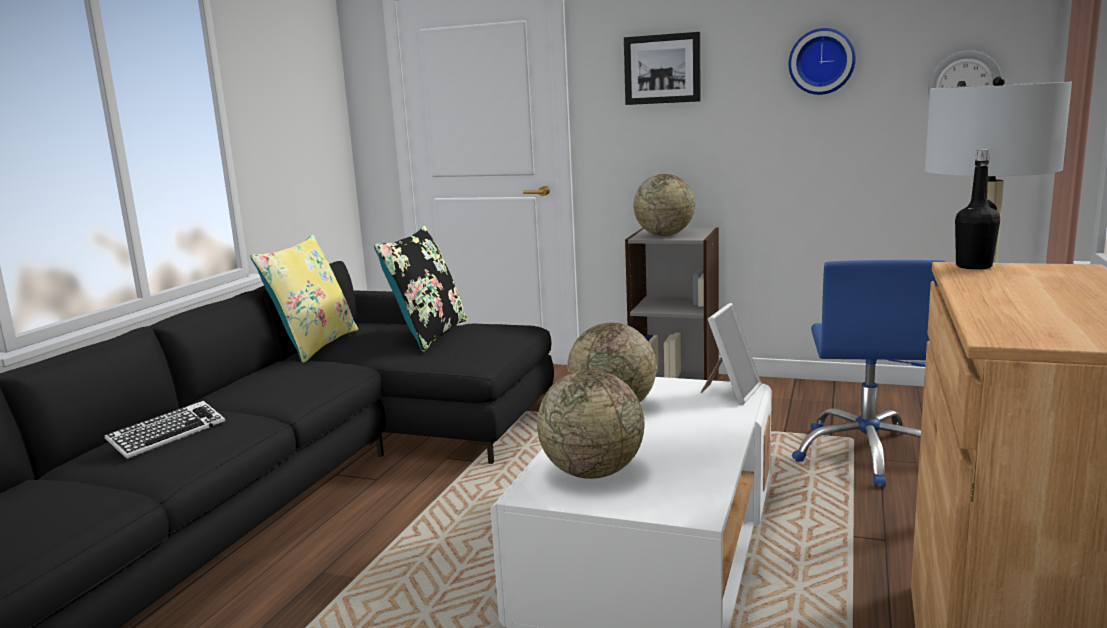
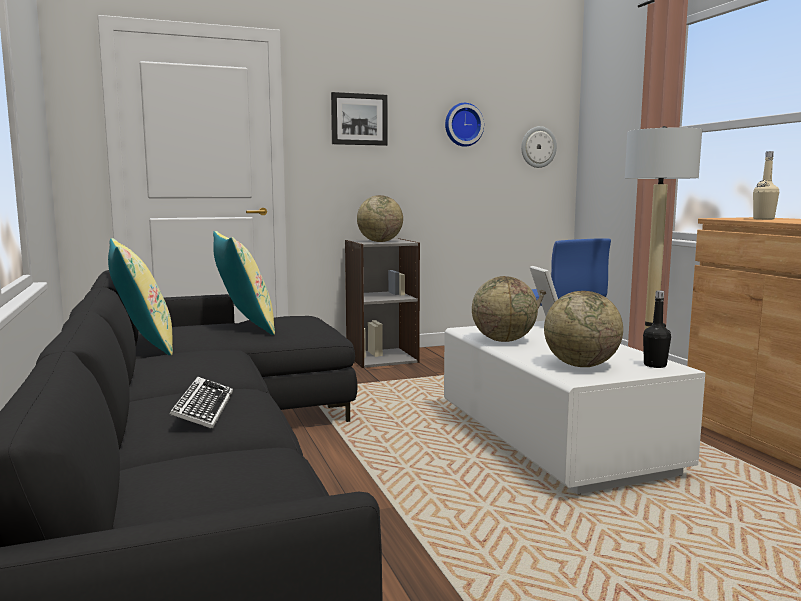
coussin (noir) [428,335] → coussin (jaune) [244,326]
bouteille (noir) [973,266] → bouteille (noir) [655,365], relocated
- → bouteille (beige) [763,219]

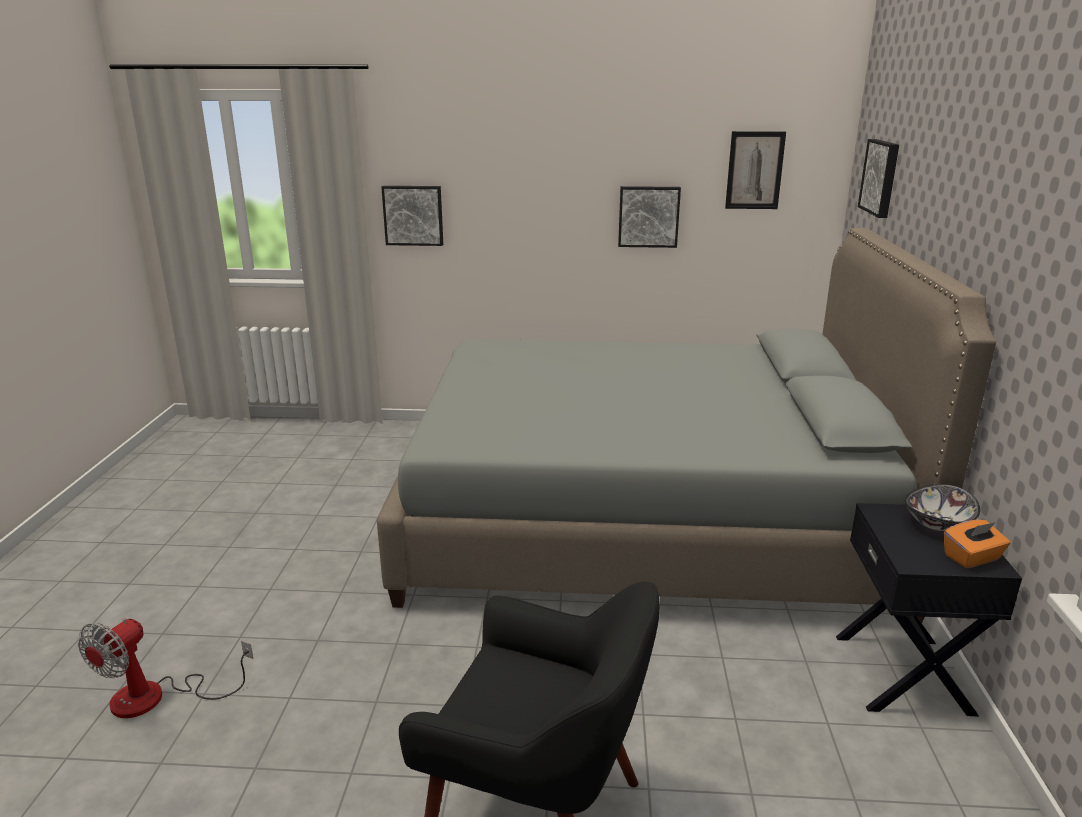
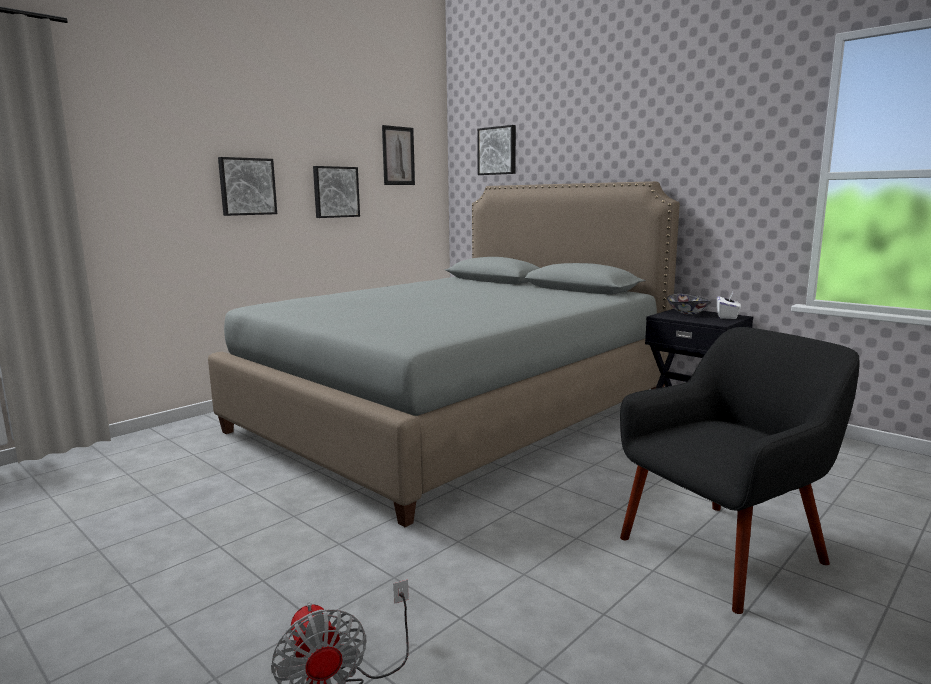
tableau [413,215] → tableau [247,186], relocated
boîte à mouchoirs (orange) [972,558] → boîte à mouchoirs (blanc) [727,316]

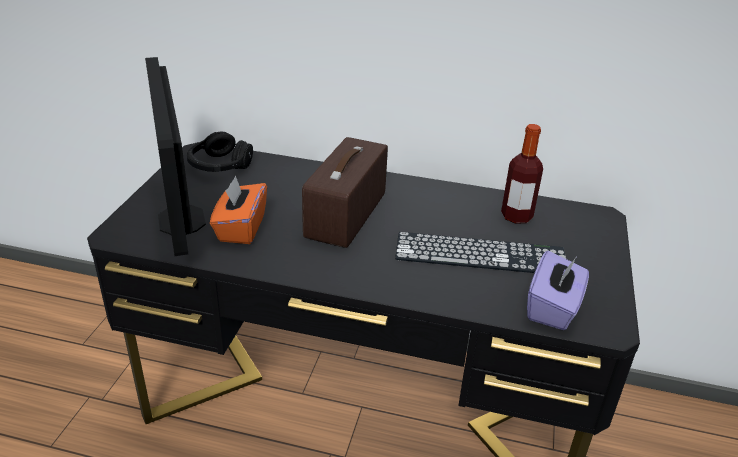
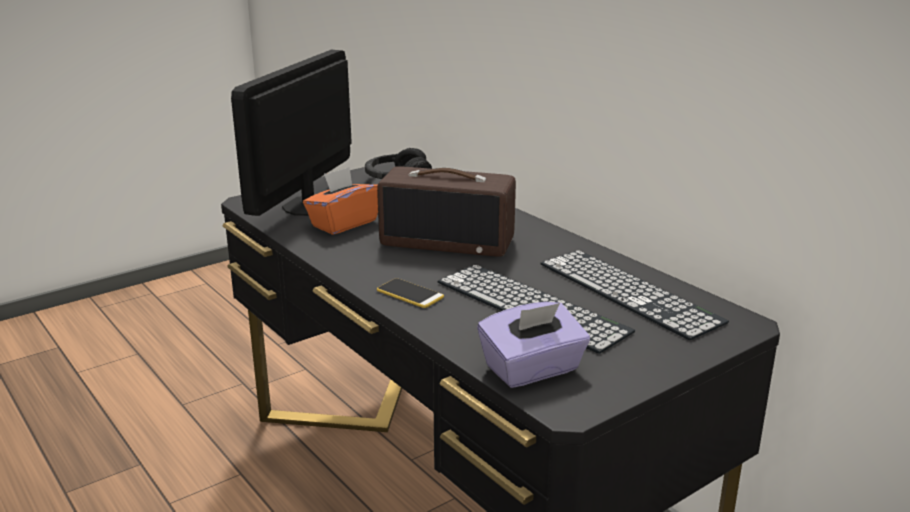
radio [347,216] → radio [448,241], 135 degrees counterclockwise
- → téléphone [410,294]
bouteille [516,216] → clavier [628,292]

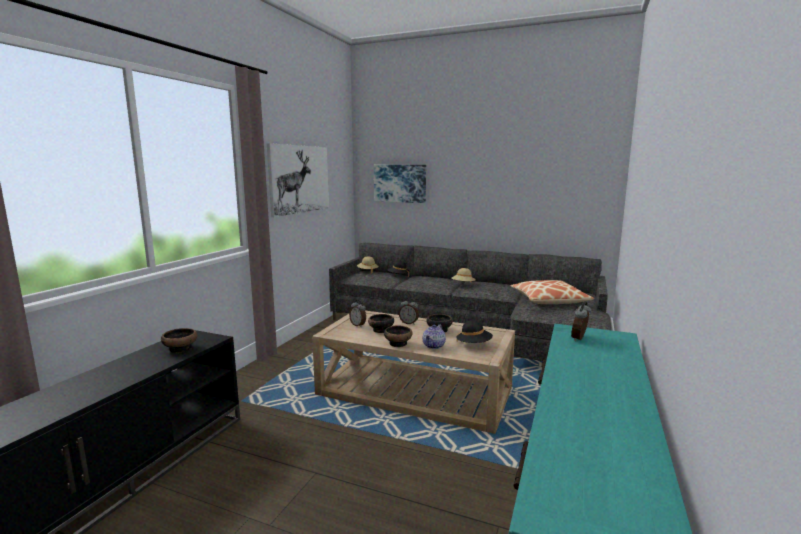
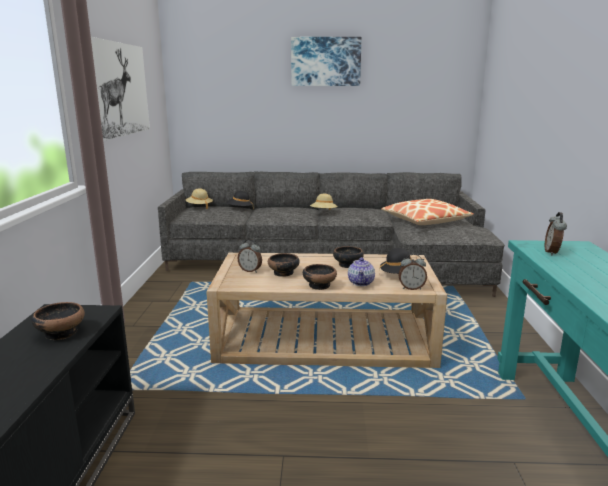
tableau [400,183] → tableau [325,62], relocated
réveil [409,323] → réveil [411,288], relocated

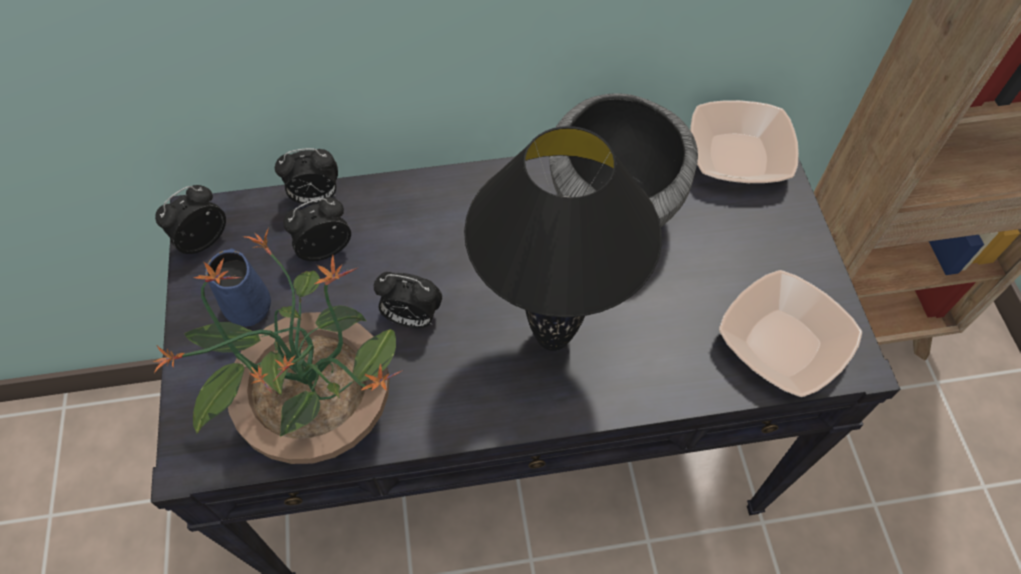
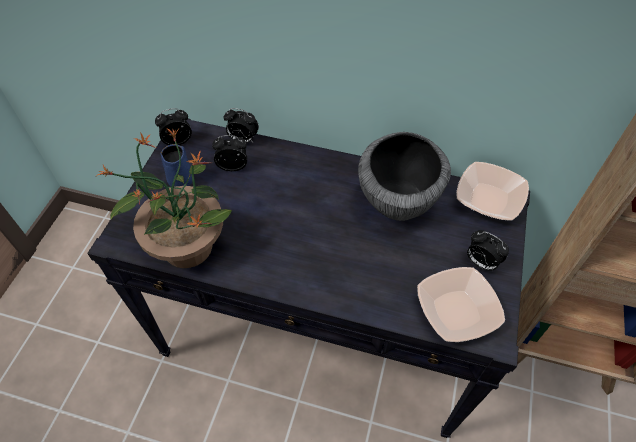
réveil [411,318] → réveil [480,263], relocated
lampe de table (noir) [551,337] → -

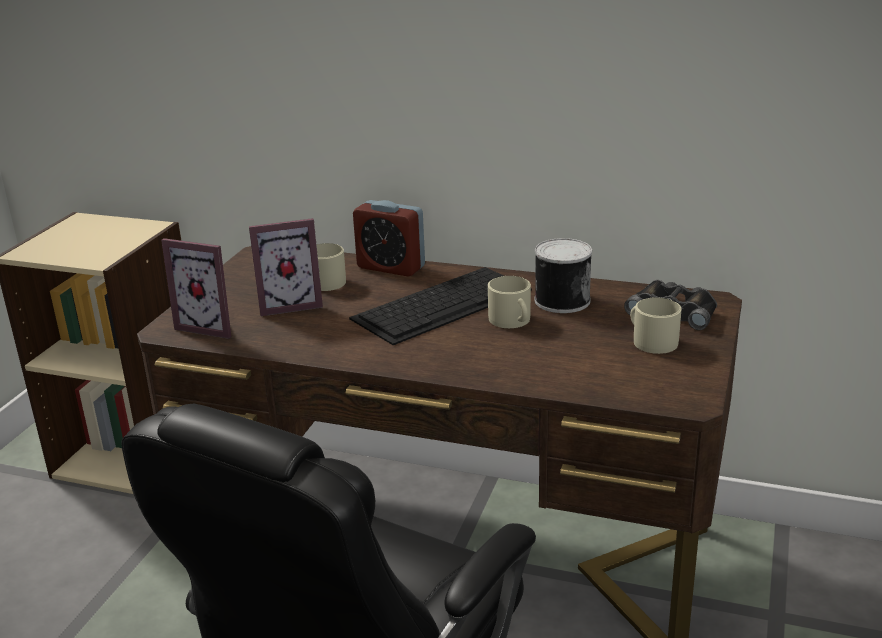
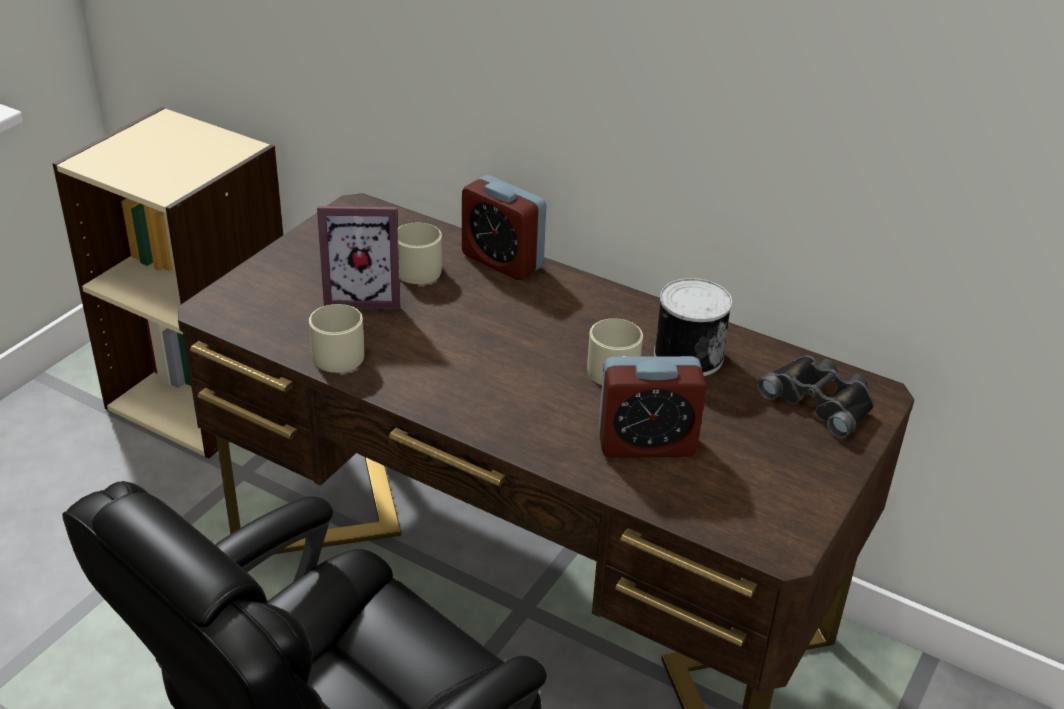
mug (beige) [651,340] → mug (beige) [336,352], relocated
- → réveil [646,443]
cadre photo [211,326] → -
clavier [443,303] → -

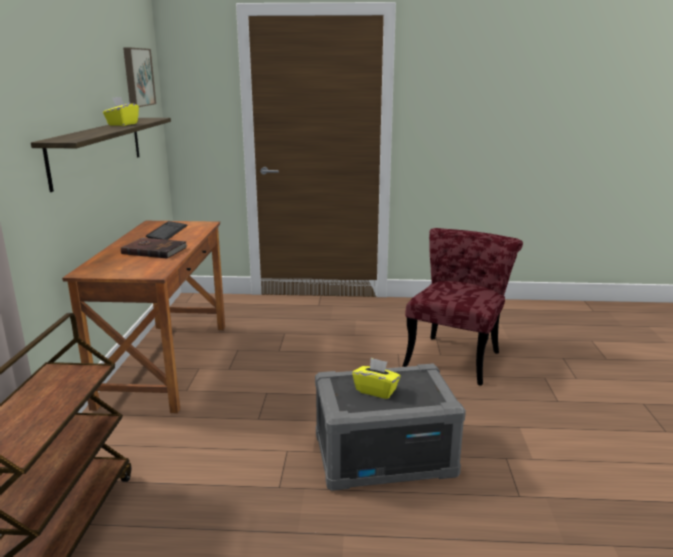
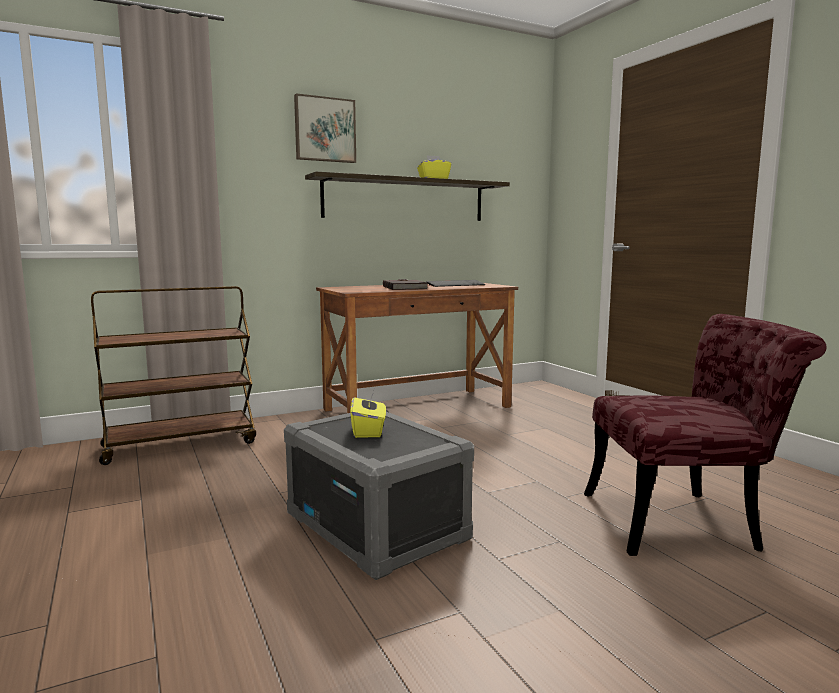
tableau [137,77] → tableau [324,130], relocated

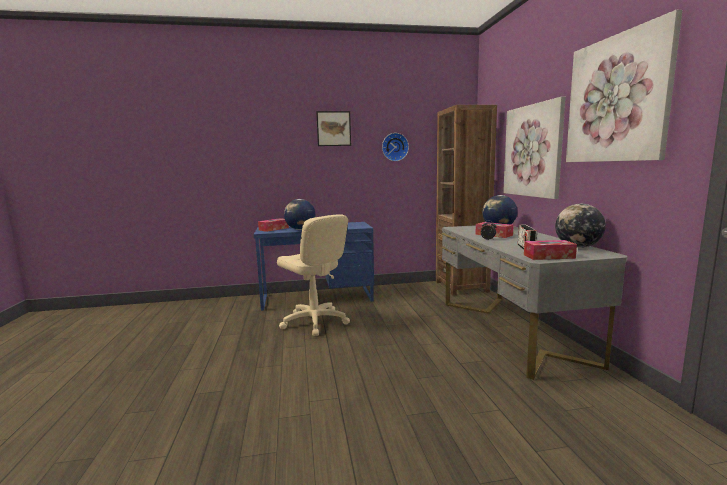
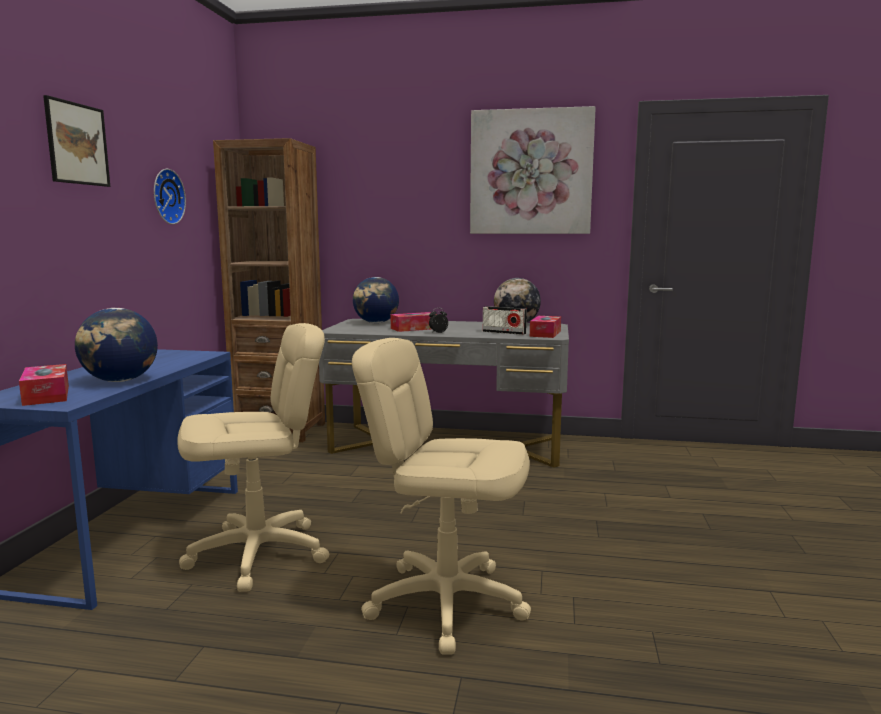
- → chaise de bureau (beige) [446,602]
tableau [532,151] → -

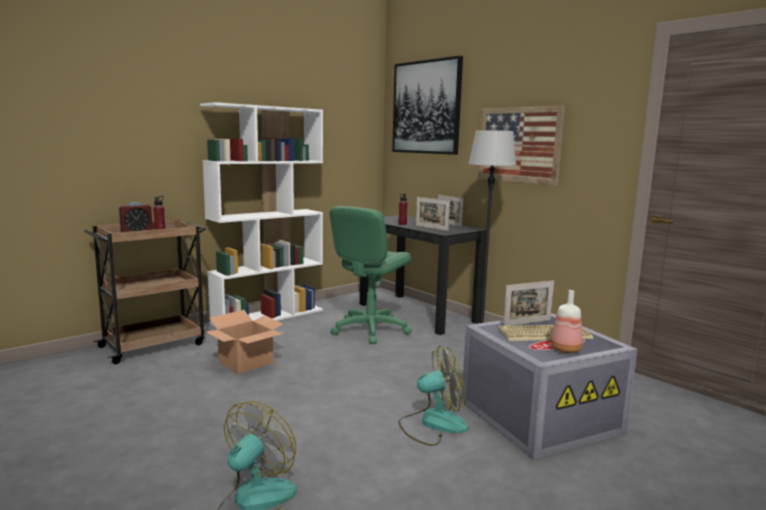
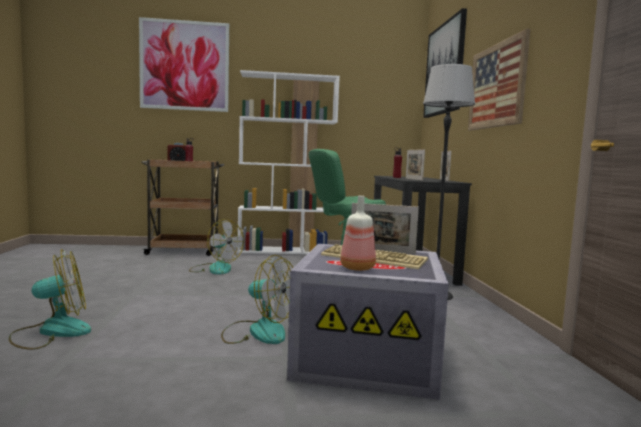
- → tableau [184,66]
carton [246,362] → ventilateur [215,268]

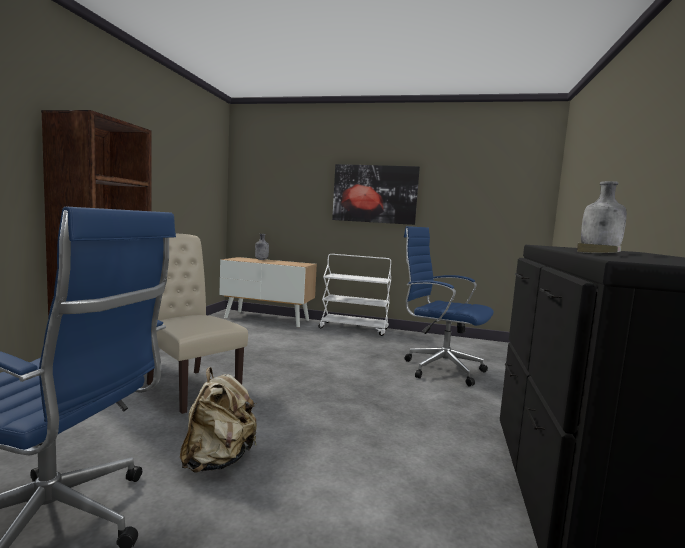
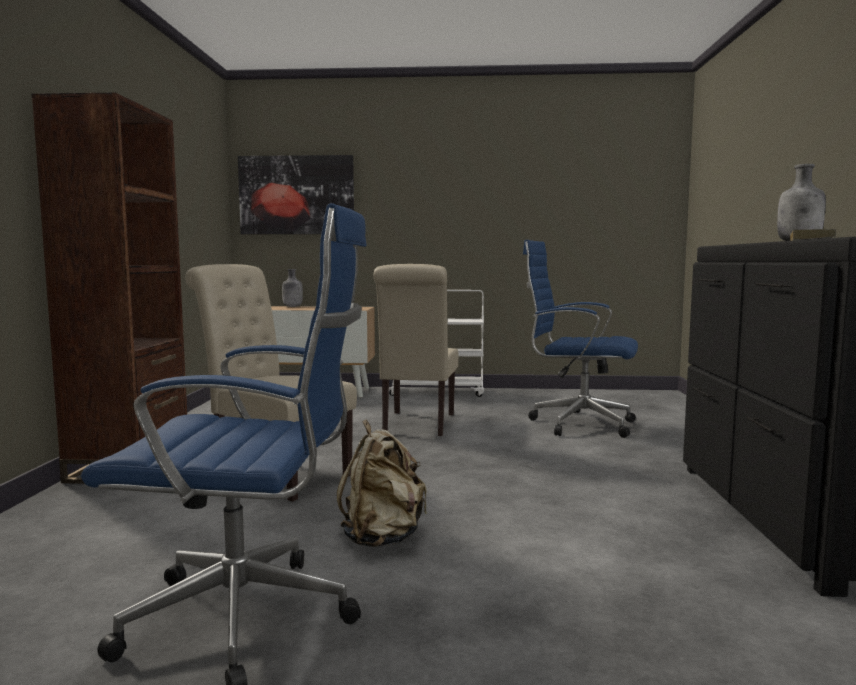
tableau [375,194] → tableau [296,195], relocated
- → chaise (beige) [417,425]

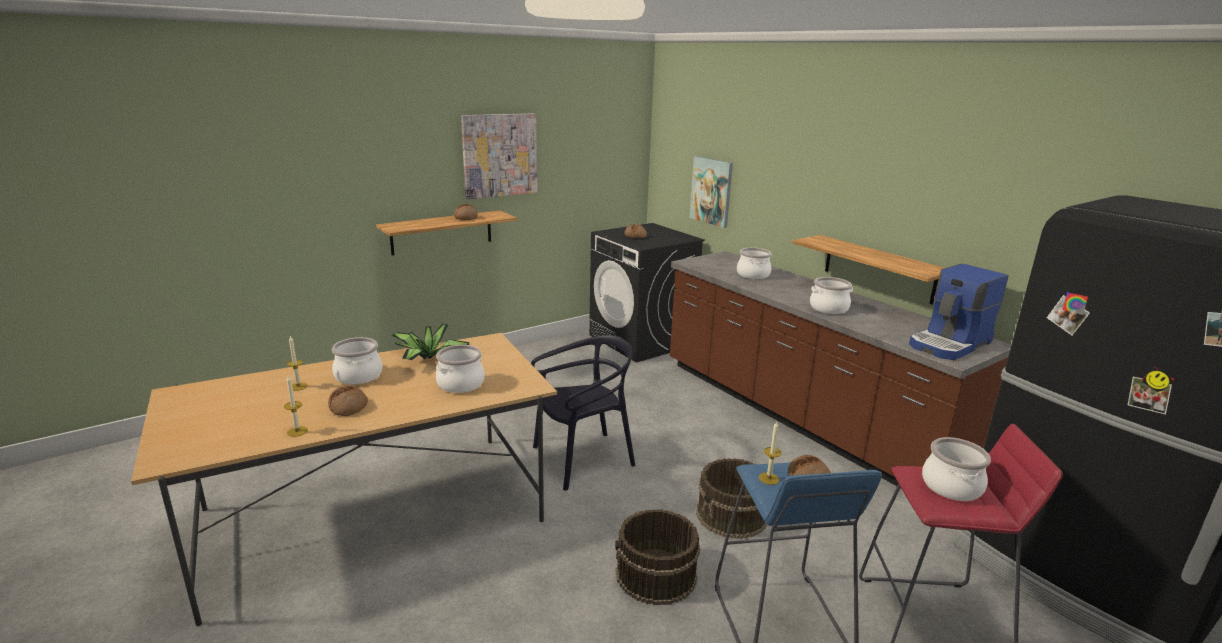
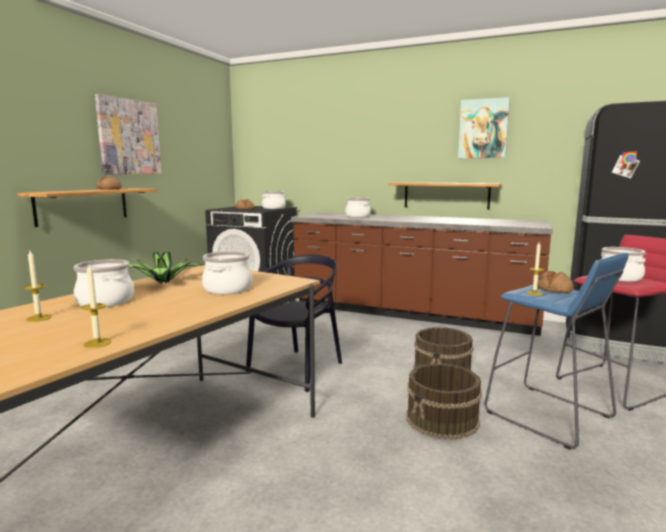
marmite [828,308] → marmite [273,208], relocated
tableau [711,191] → tableau [483,129], relocated
pain [348,407] → -
machine à café [950,344] → -

